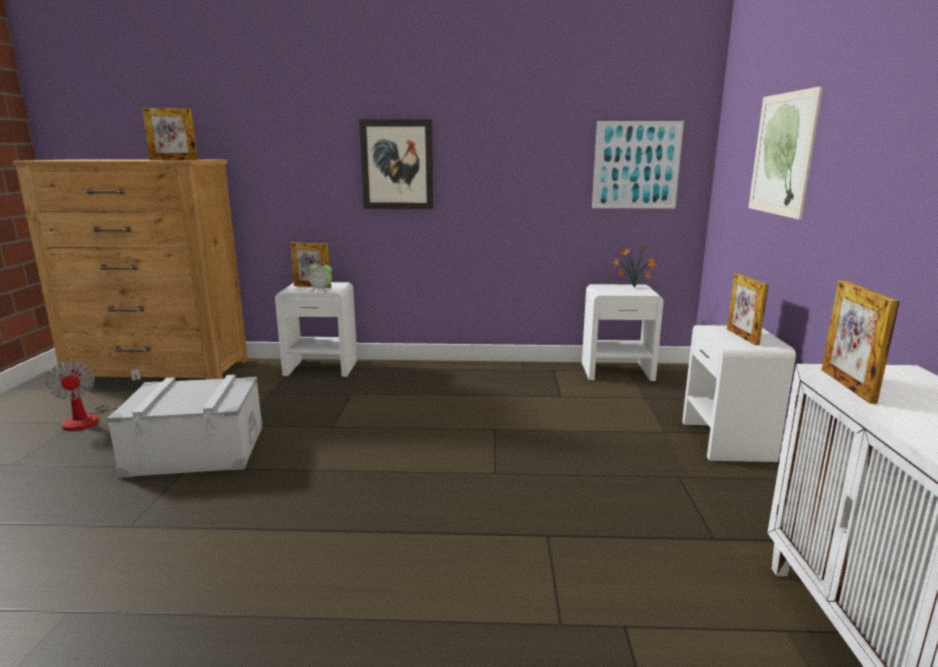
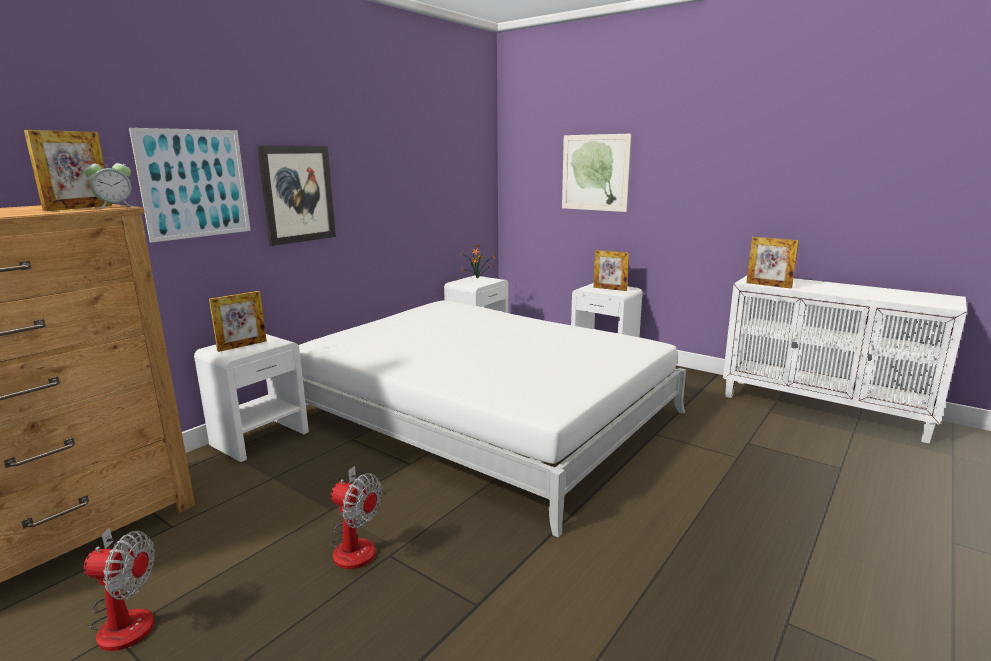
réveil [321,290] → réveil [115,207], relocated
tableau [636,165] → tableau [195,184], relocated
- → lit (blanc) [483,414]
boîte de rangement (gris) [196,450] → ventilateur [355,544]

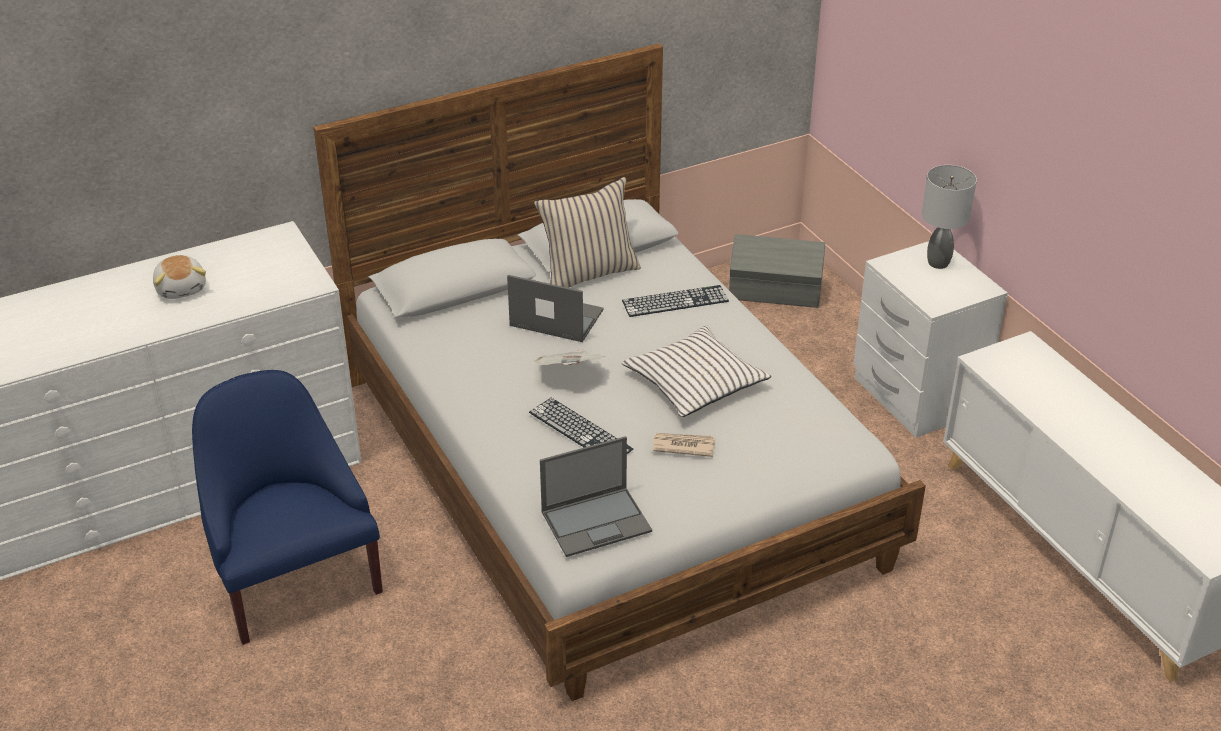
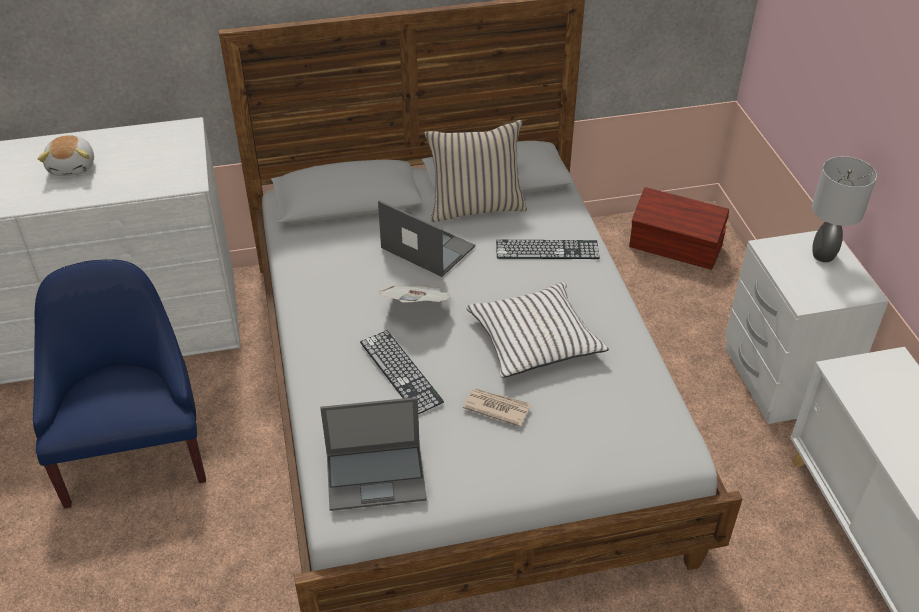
boîte de rangement (gris) [775,292] → boîte de rangement (marron) [675,248]

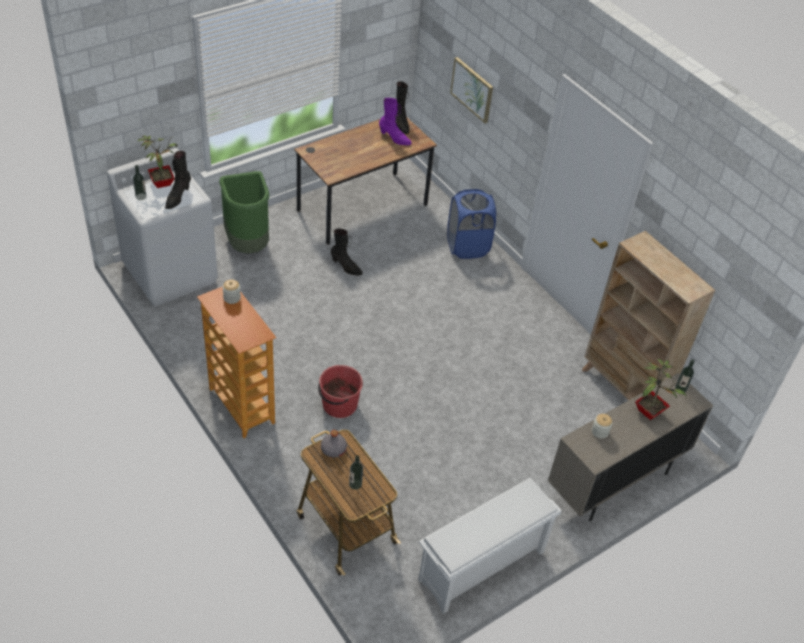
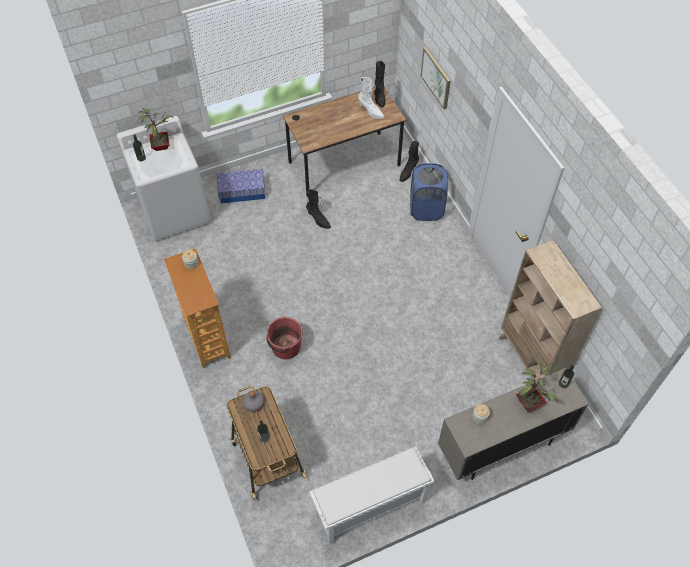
poubelle (vert) [248,245] → boîte de rangement [242,192]
botte (violet) [394,138] → botte (blanc) [370,111]
botte (noir) [177,197] → botte (noir) [408,172], relocated

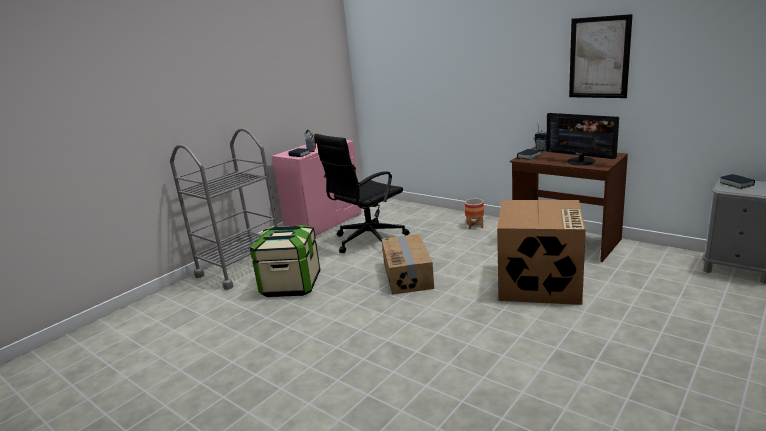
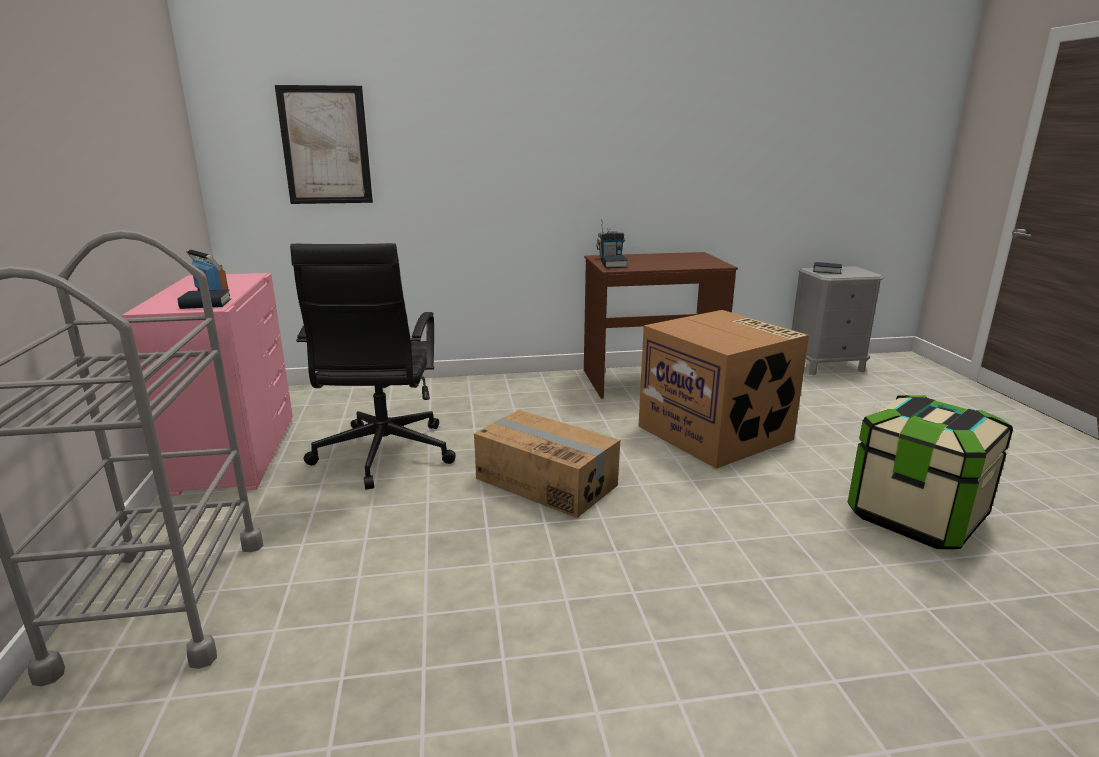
tableau [599,57] → tableau [325,146], relocated
boîte de rangement [291,285] → boîte de rangement [915,516], relocated
cache-pot [474,225] → -
écran d'ordinateur [581,161] → -

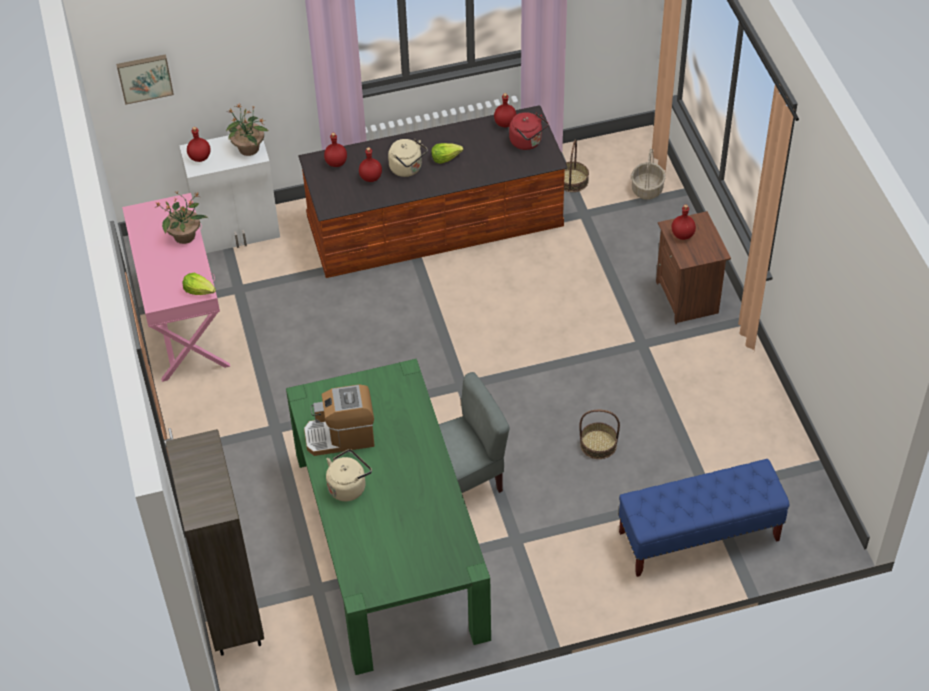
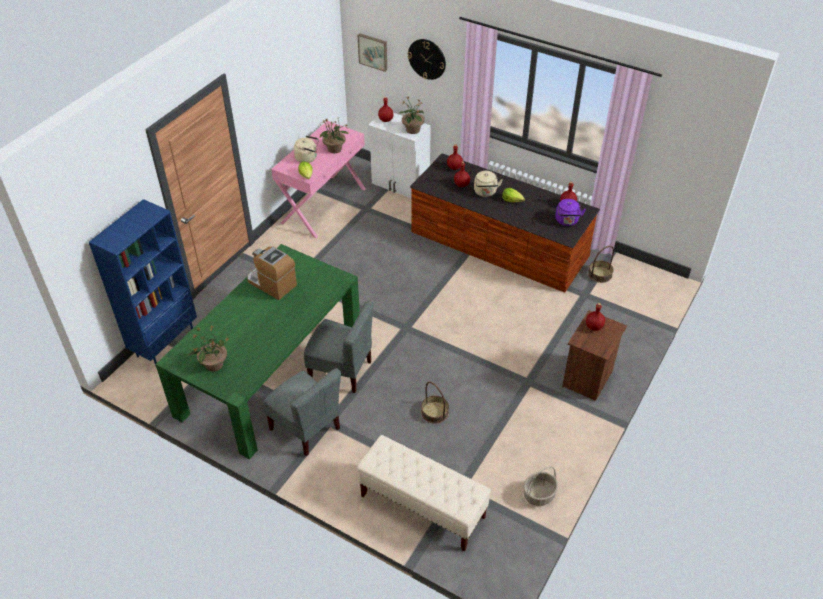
bibliothèque (marron) [231,614] → bibliothèque (bleu) [165,343]
- → plante en pot [213,364]
- → chaise (gris) [306,428]
bouilloire (beige) [348,486] → bouilloire (beige) [307,158], relocated
banc (bleu) [698,537] → banc (beige) [422,506]
- → horloge murale [427,59]
panier [647,189] → panier [539,495], relocated
bouilloire (rouge) [527,142] → bouilloire (violet) [567,221]

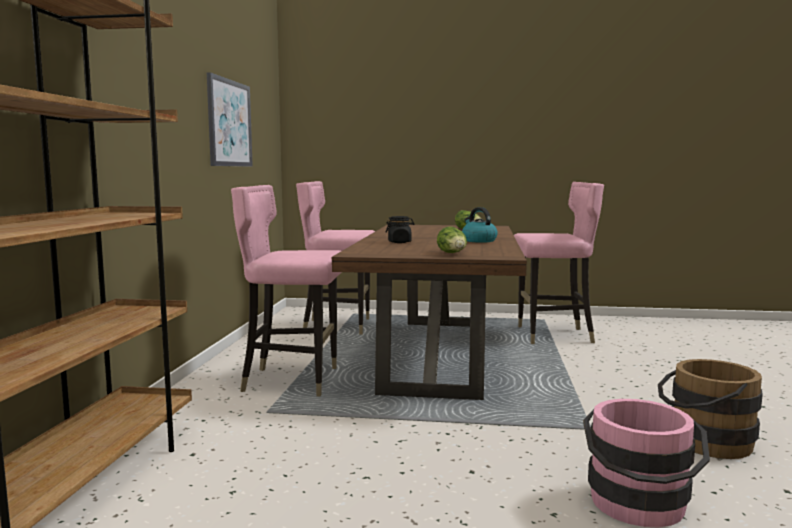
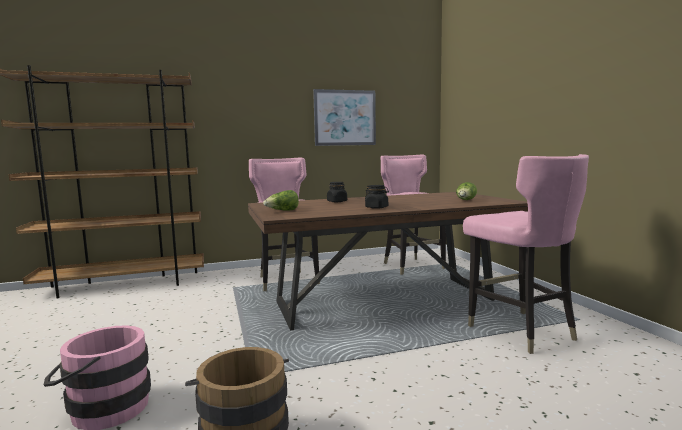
bouilloire [478,240] → bocal (noir) [377,207]

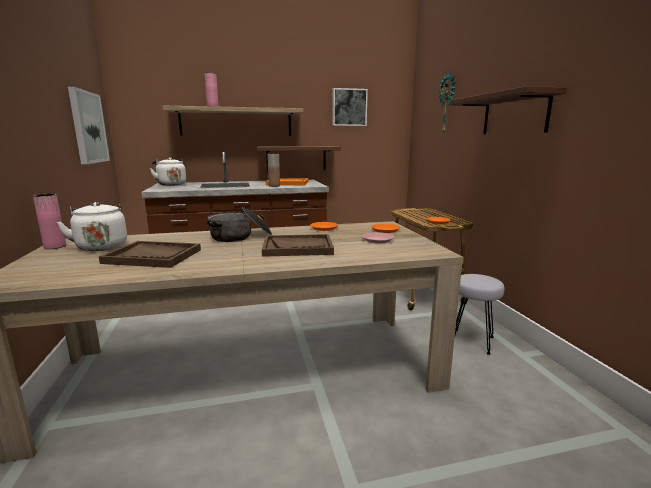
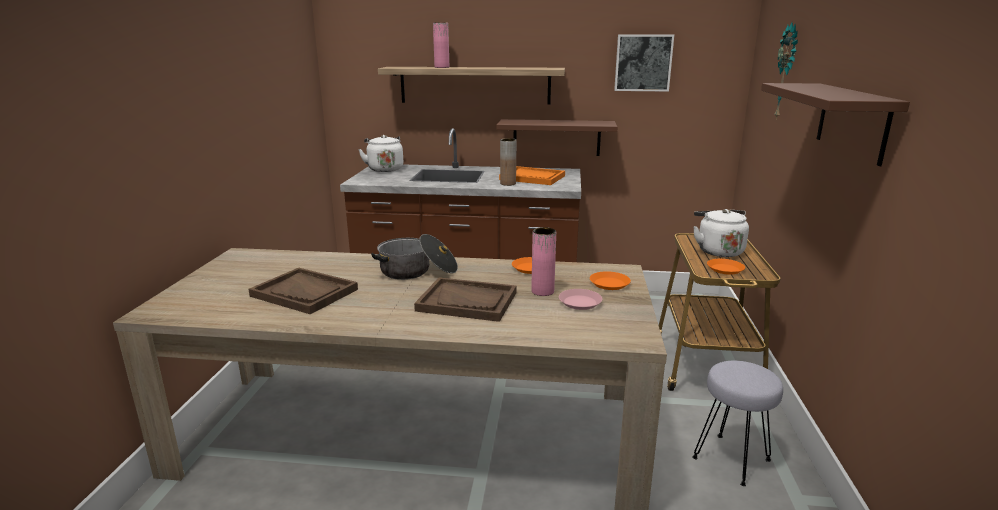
vase (rose) [55,246] → vase (rose) [542,291], relocated
bouilloire (blanc) [101,246] → bouilloire (blanc) [718,250], relocated
tableau [88,127] → -

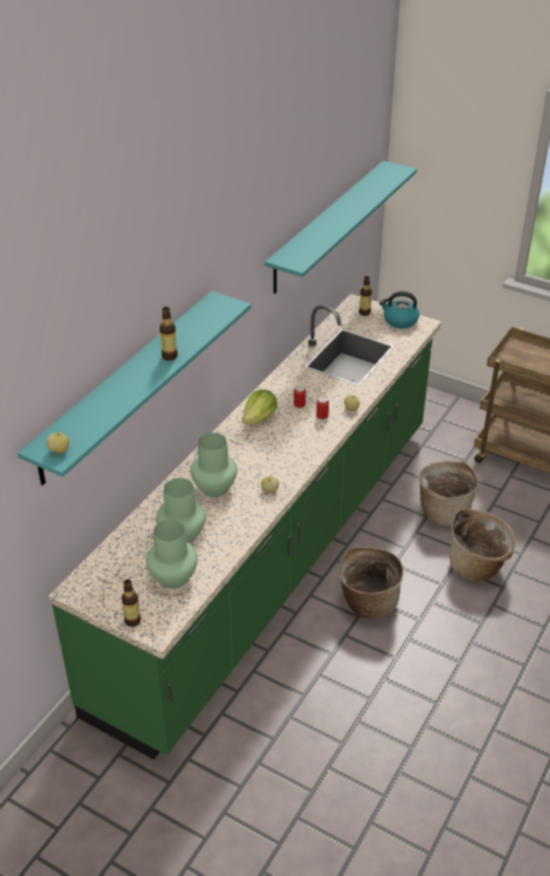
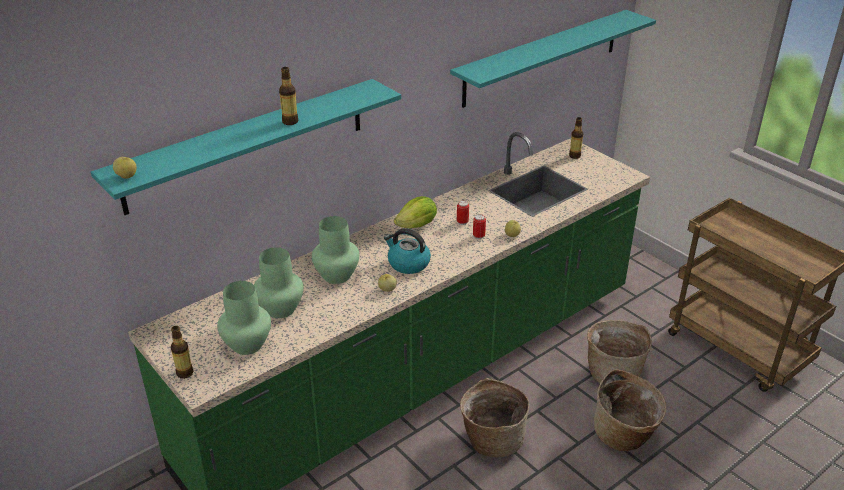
bouilloire [400,321] → bouilloire [408,263], relocated

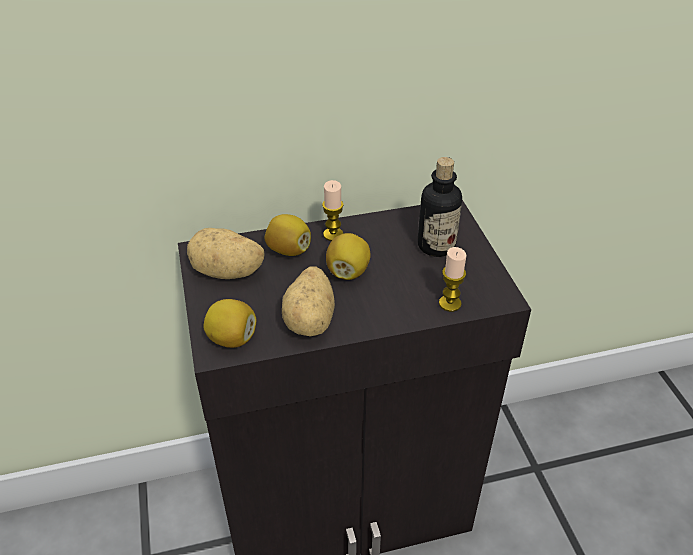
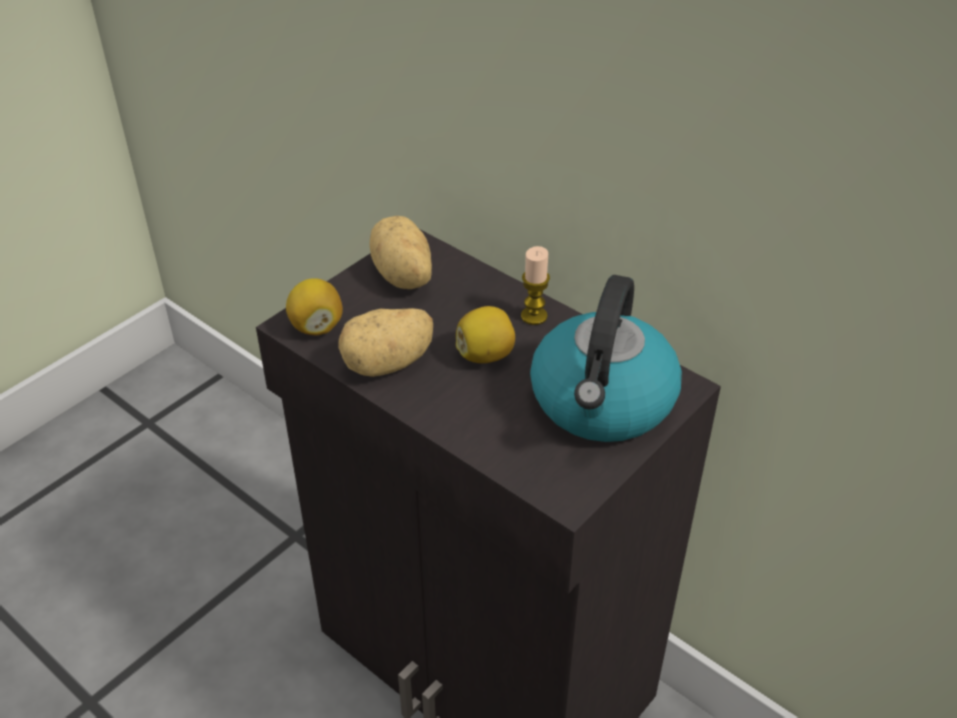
bouteille [436,245] → bouilloire [602,402]
citron [288,250] → -
bougie [450,303] → -

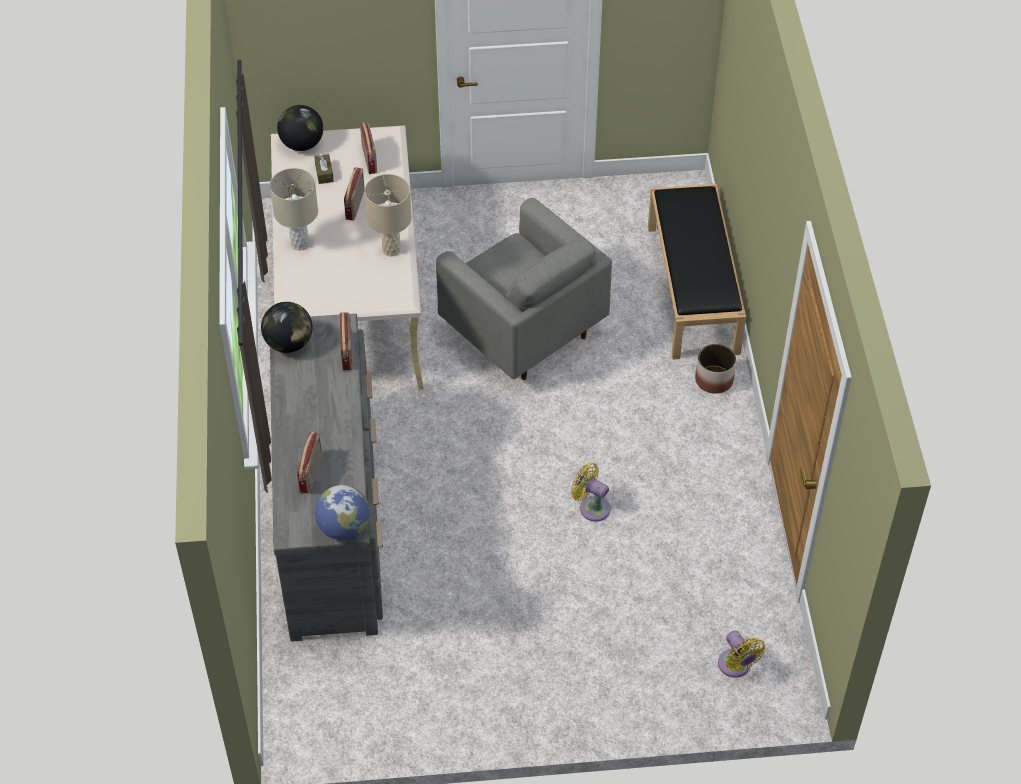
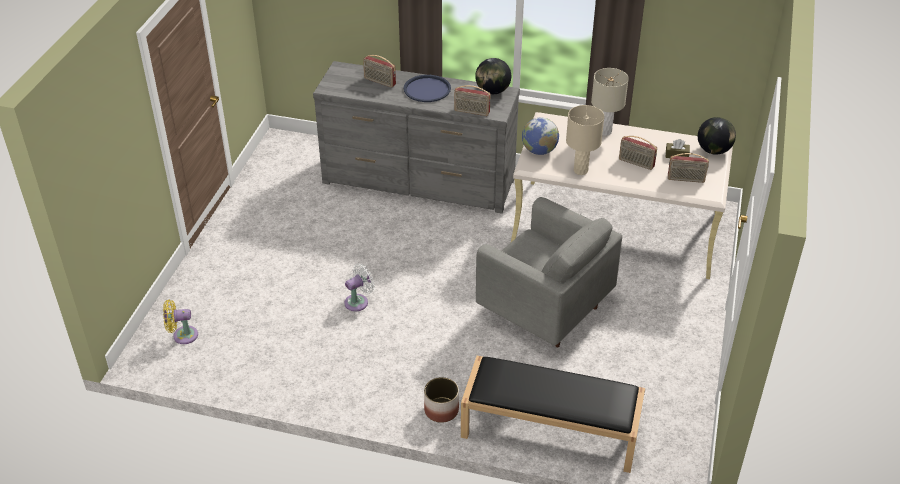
ventilateur (jaune) [592,507] → ventilateur (blanc) [358,301]
- → plateau (bleu) [427,89]
fauteuil (gris) [523,331] → fauteuil (gris) [544,309], 120 degrees counterclockwise
globe [344,528] → globe [539,151], relocated

